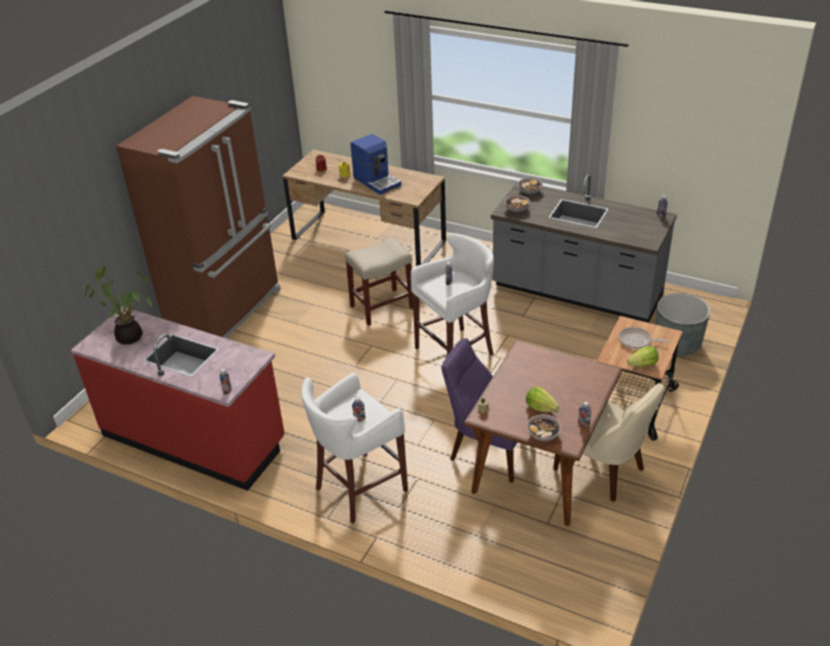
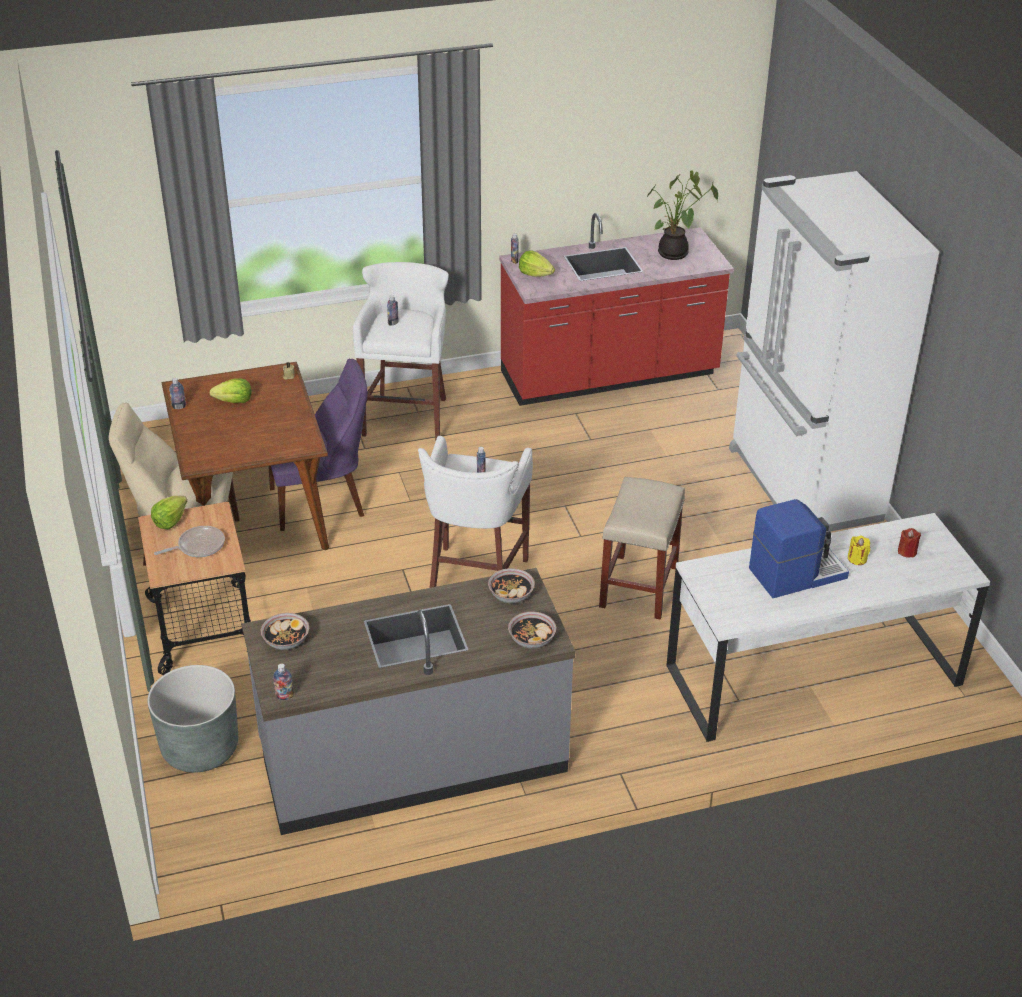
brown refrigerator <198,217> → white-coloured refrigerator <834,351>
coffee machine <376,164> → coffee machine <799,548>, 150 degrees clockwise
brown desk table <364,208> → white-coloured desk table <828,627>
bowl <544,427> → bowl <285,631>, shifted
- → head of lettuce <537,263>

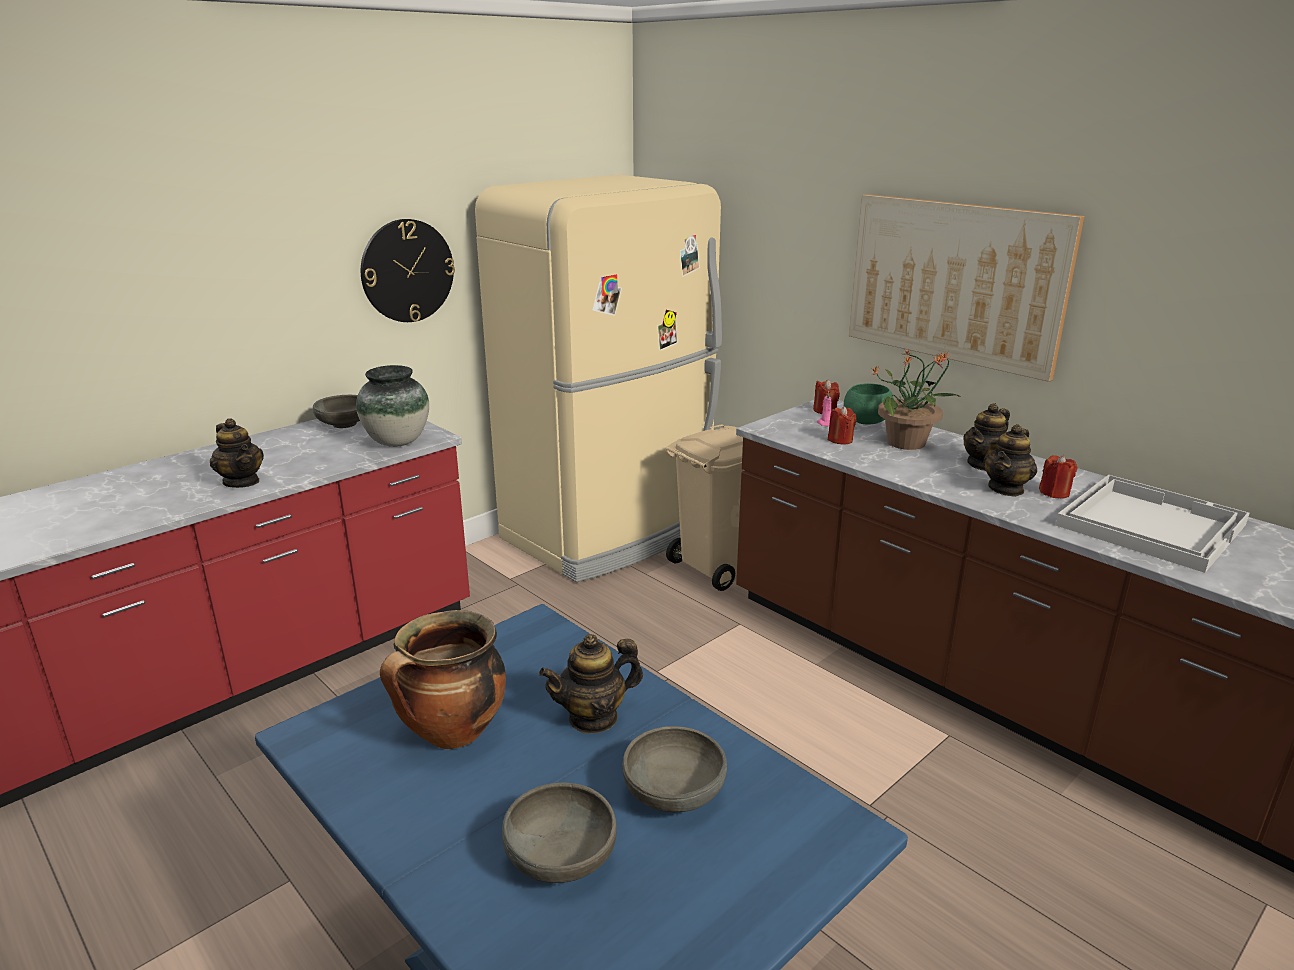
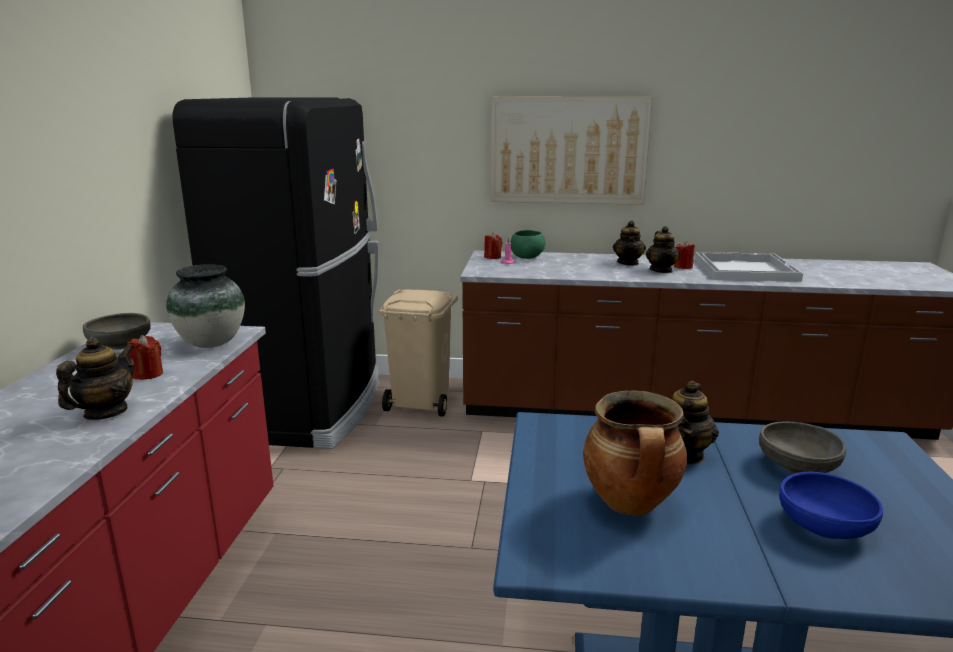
beige-coloured refrigerator <598,378> → black-coloured refrigerator <276,273>
hanging clock <408,270> → -
plant in a pot <916,400> → -
red candle <842,425> → red candle <145,357>, shifted
pot for tea <237,453> → pot for tea <95,378>, 75 degrees counterclockwise
greyish bowl <559,832> → bluish bowl <831,505>

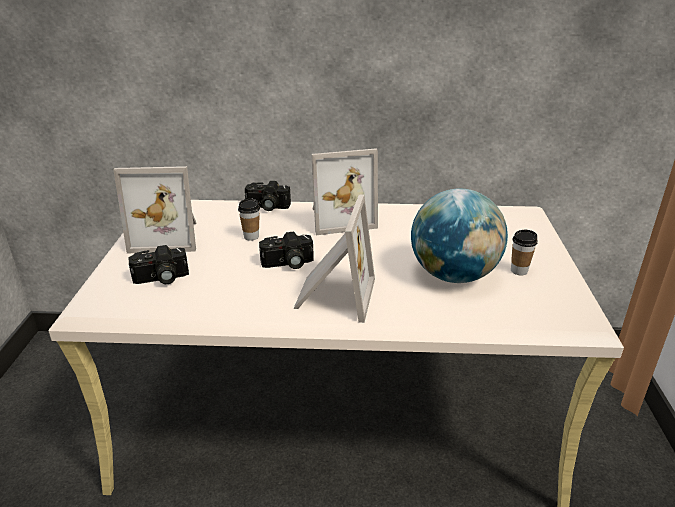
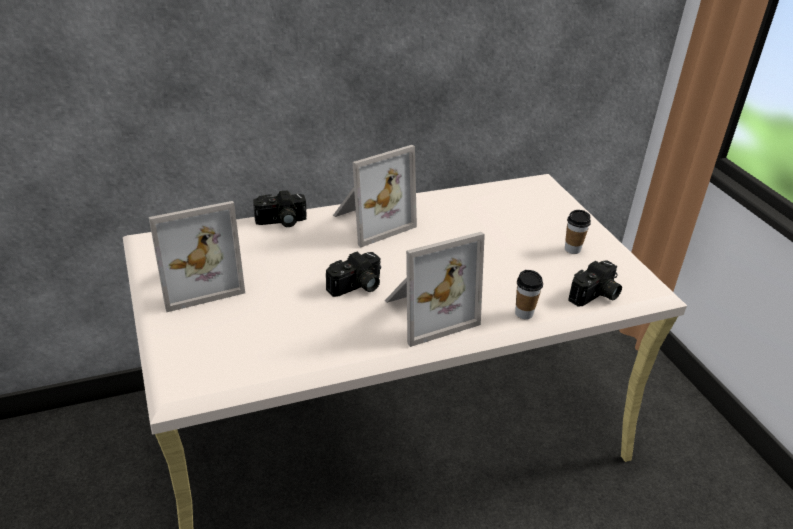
globe <459,236> → -
picture frame <334,258> → picture frame <435,289>, 75 degrees clockwise
drinking cup <249,219> → drinking cup <529,294>, shifted
photo camera <159,264> → photo camera <595,283>, shifted

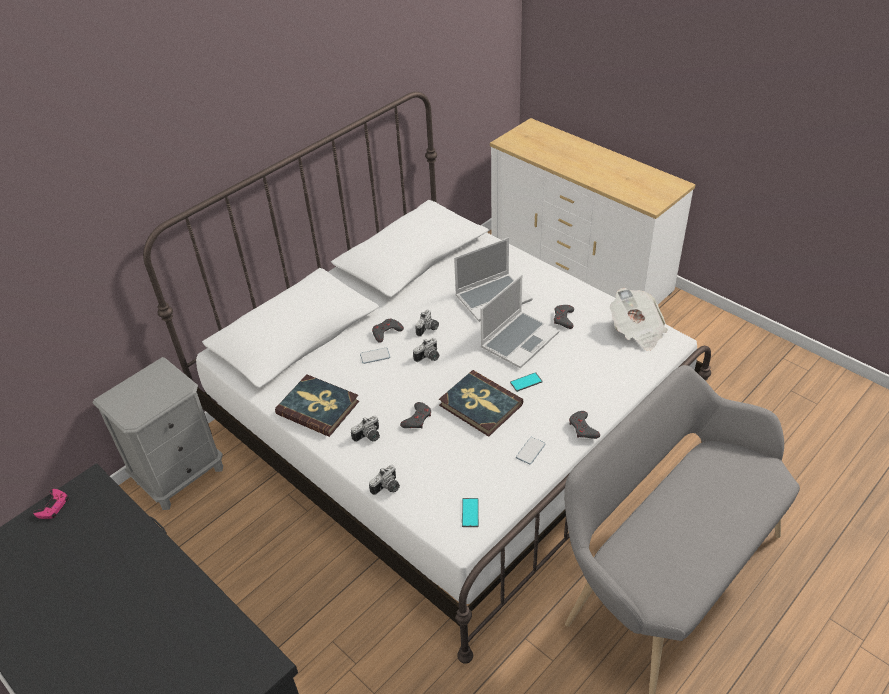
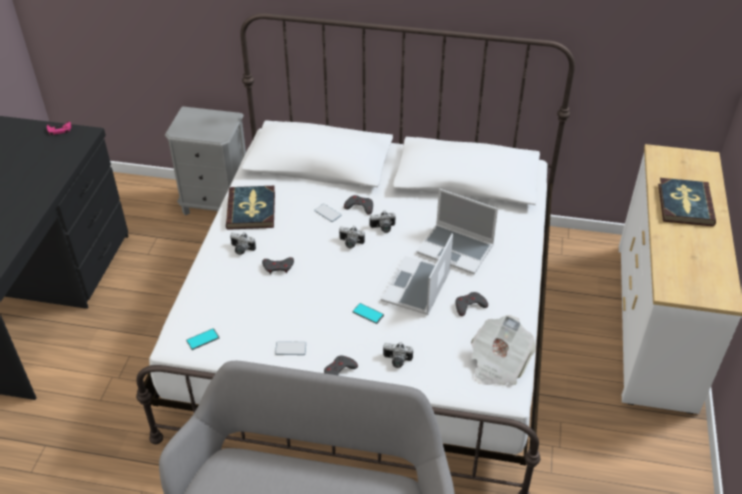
laptop <519,321> → laptop <417,274>, 105 degrees clockwise
volume <481,403> → volume <687,202>, shifted
photo camera <384,480> → photo camera <398,355>, shifted

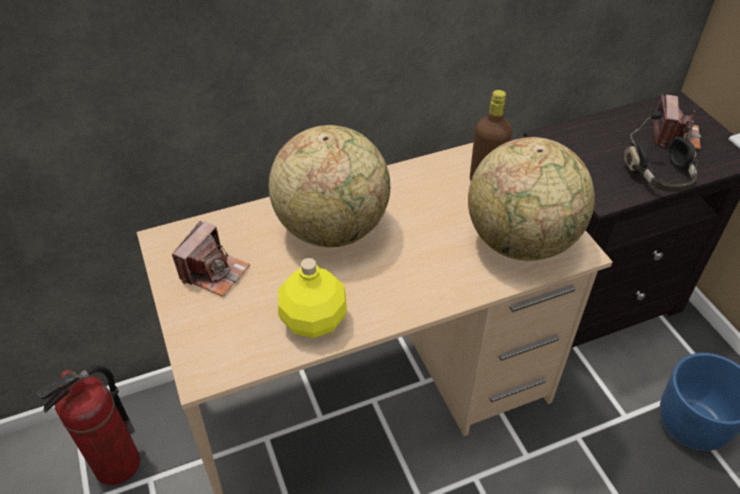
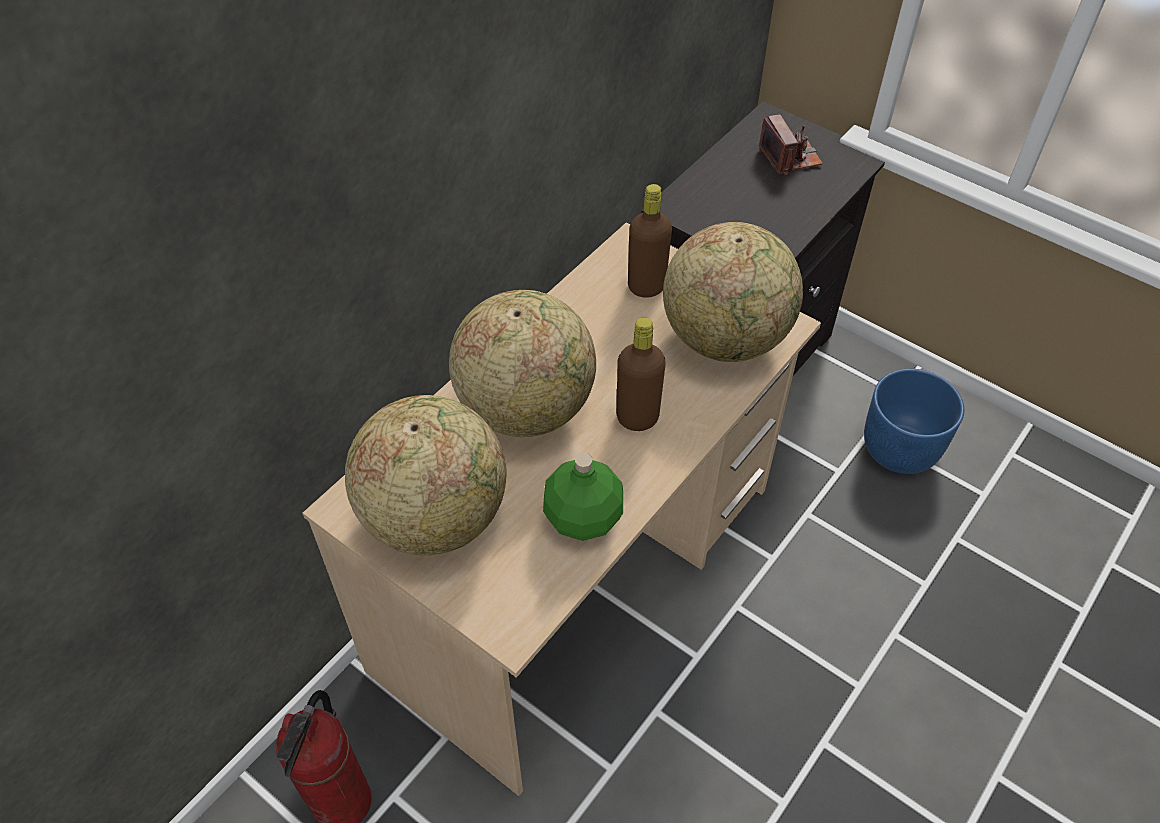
black-coloured headset <661,151> → -
photo camera <211,258> → globe <425,475>
yellow bottle <312,298> → green bottle <583,496>
- → brown bottle <641,374>

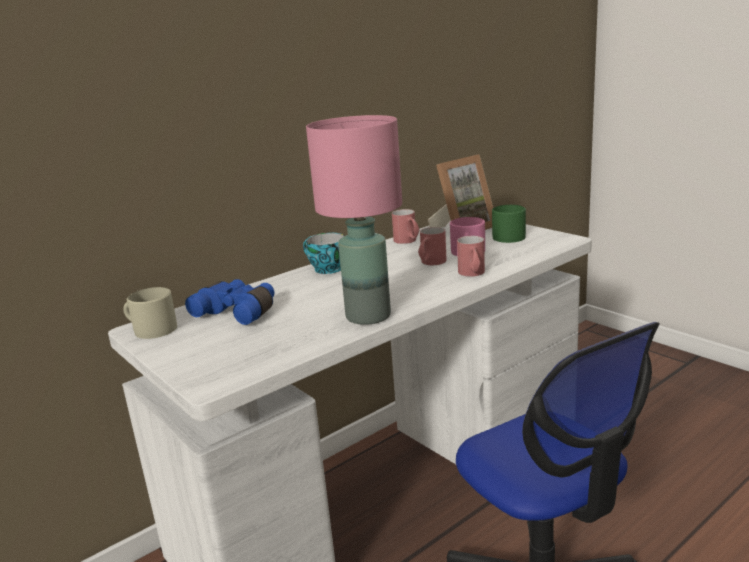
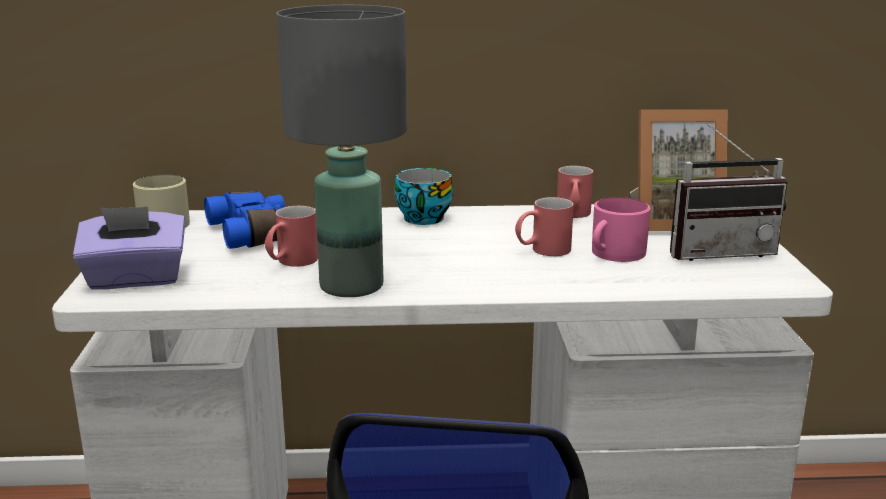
pink-coloured lamp for a table <354,220> → greyish lamp for a table <341,151>
green coffee mug <509,224> → radio receiver <728,193>
red coffee mug <471,256> → red coffee mug <291,236>, shifted
- → purplish tissue box <129,248>

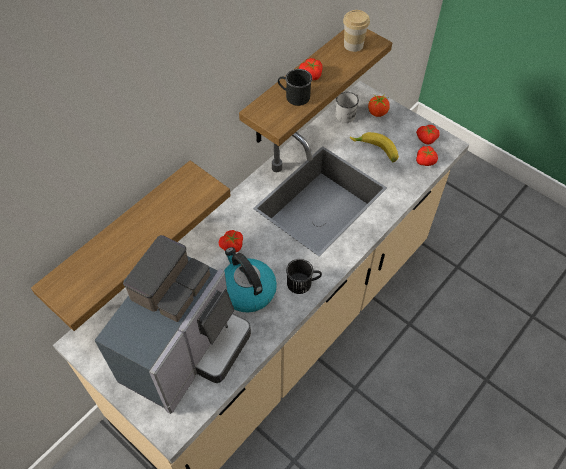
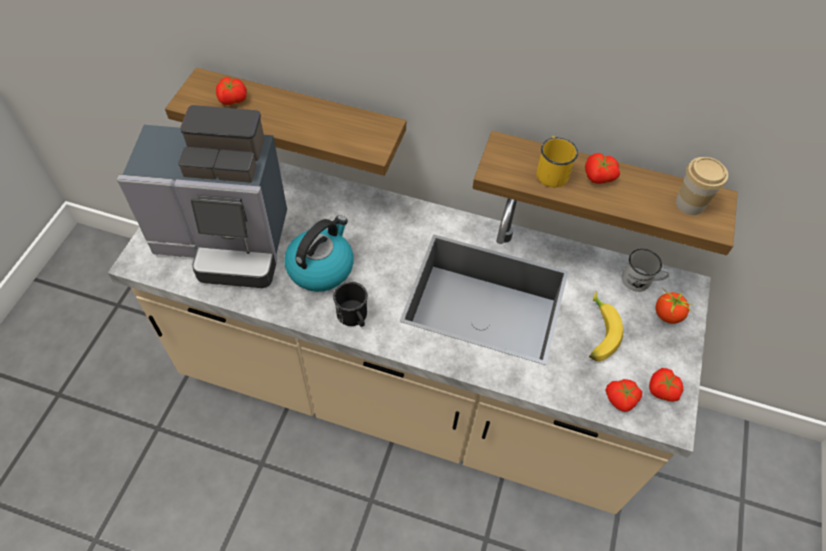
black-coloured coffee mug <295,87> → yellow coffee mug <557,162>
tomato <231,241> → tomato <231,91>, shifted

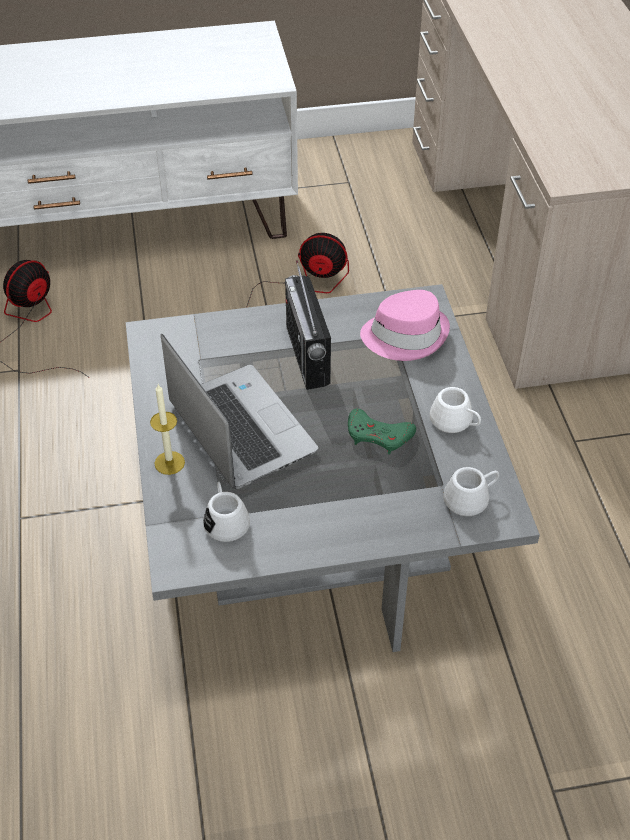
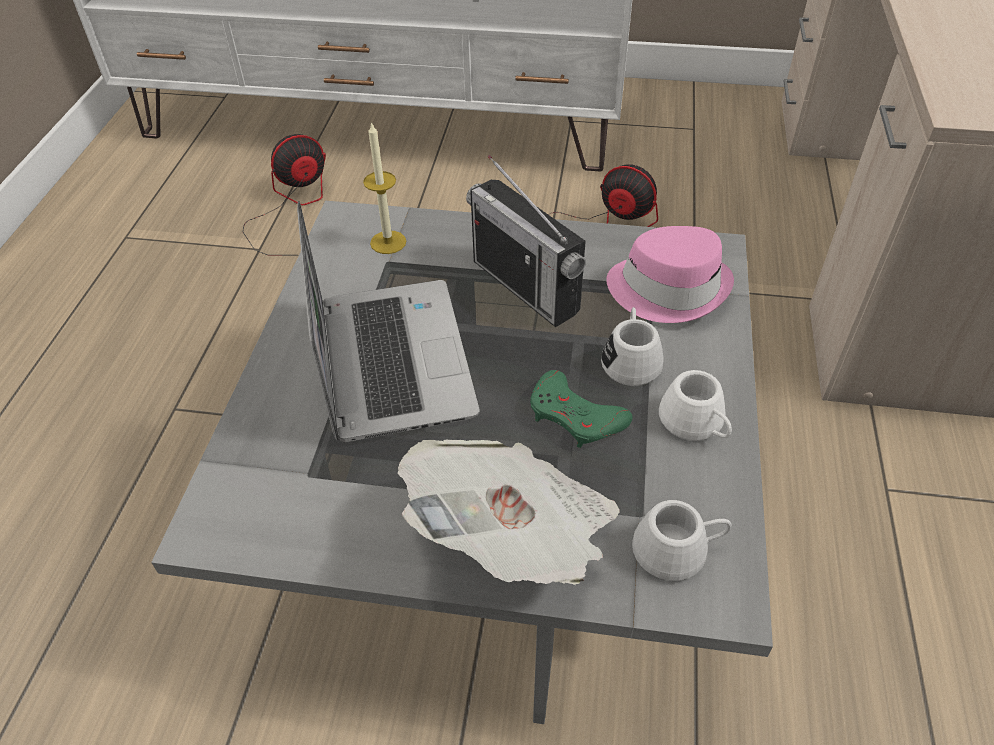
radio receiver <308,325> → radio receiver <526,241>, 45 degrees counterclockwise
candle <167,429> → candle <384,188>, shifted
white-coloured coffee mug <226,511> → white-coloured coffee mug <632,346>, shifted
- → newspaper <508,512>

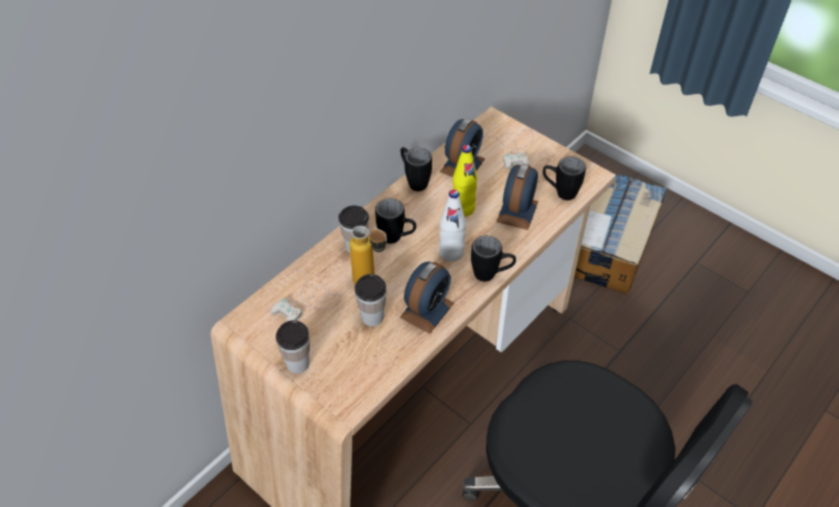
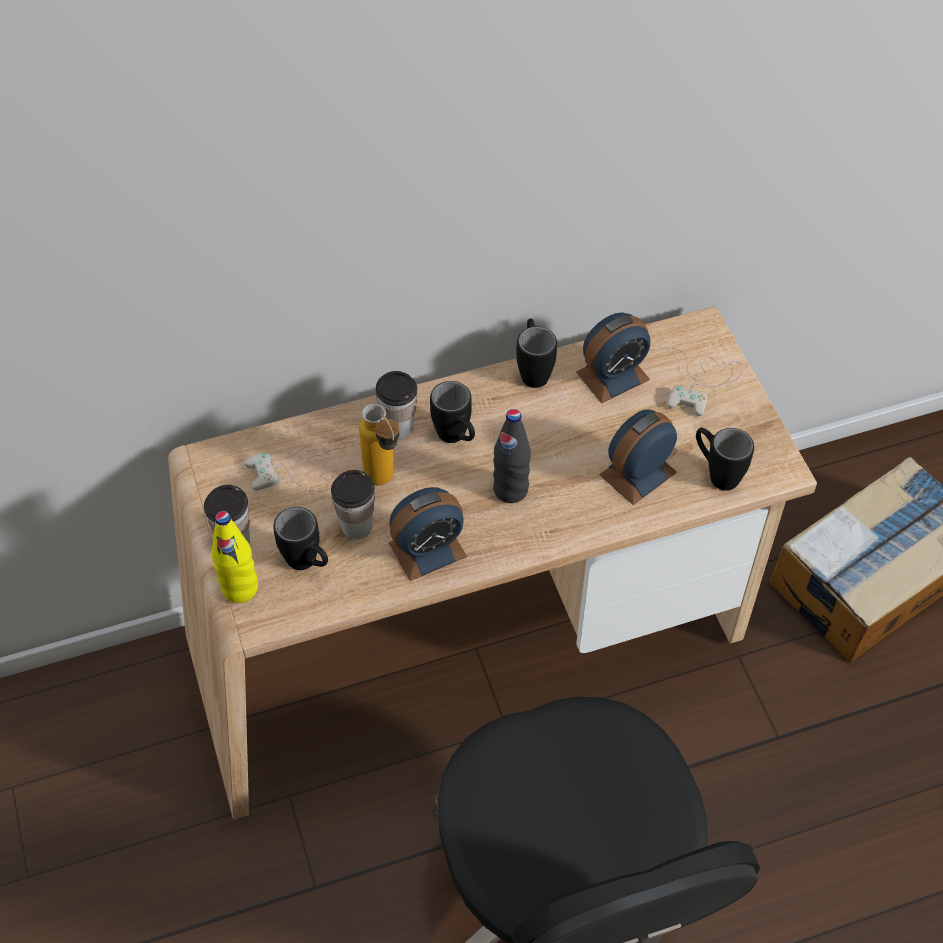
yellow bottle <465,181> → yellow bottle <235,557>, shifted
white-coloured bottle <452,225> → black-coloured bottle <512,456>
black-coloured coffee mug <493,259> → black-coloured coffee mug <300,538>, shifted

